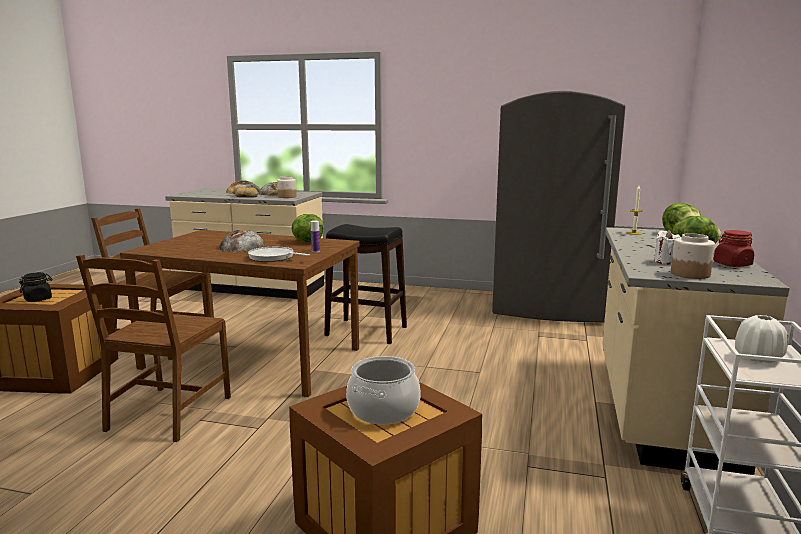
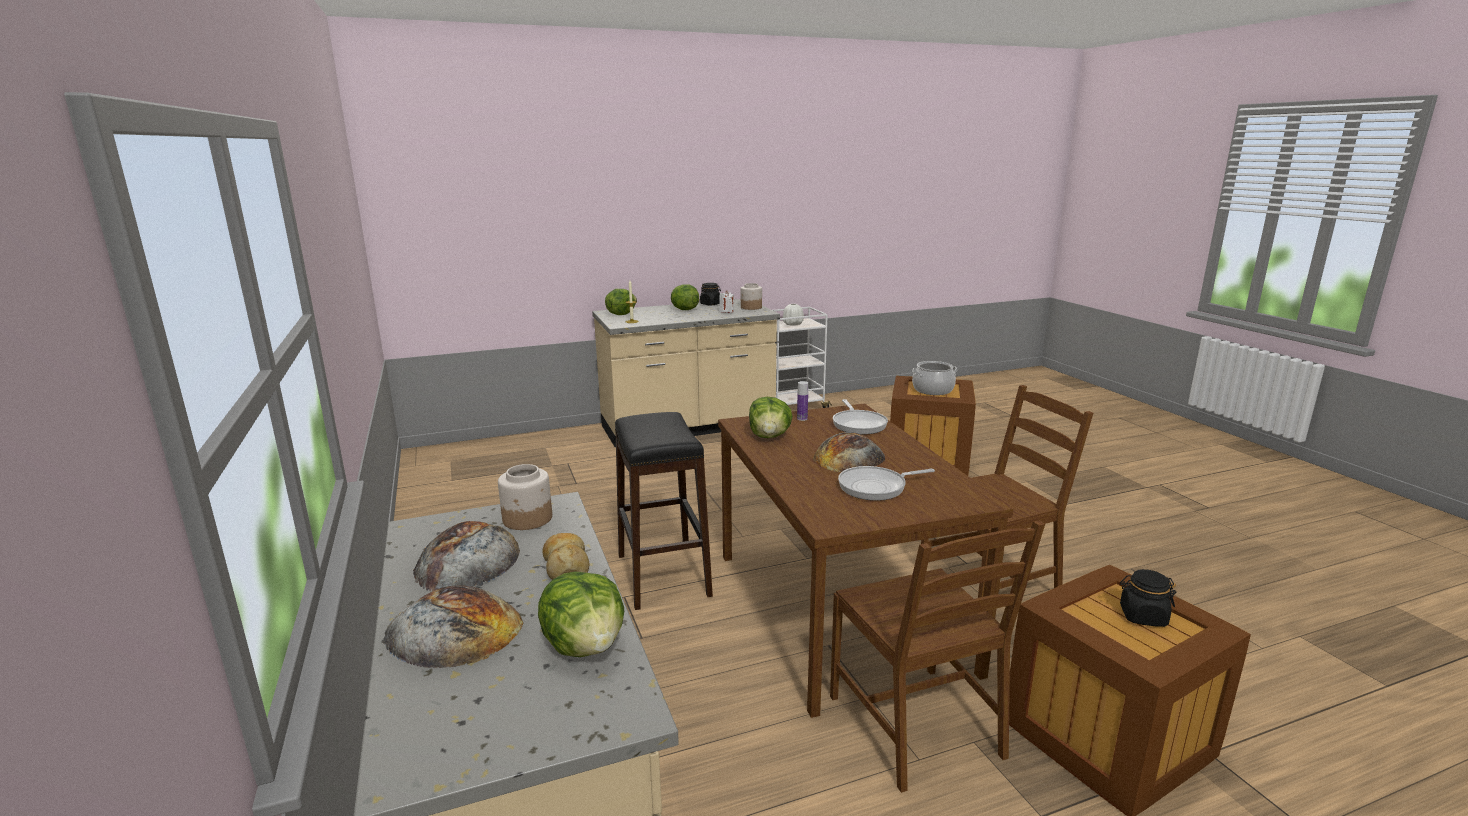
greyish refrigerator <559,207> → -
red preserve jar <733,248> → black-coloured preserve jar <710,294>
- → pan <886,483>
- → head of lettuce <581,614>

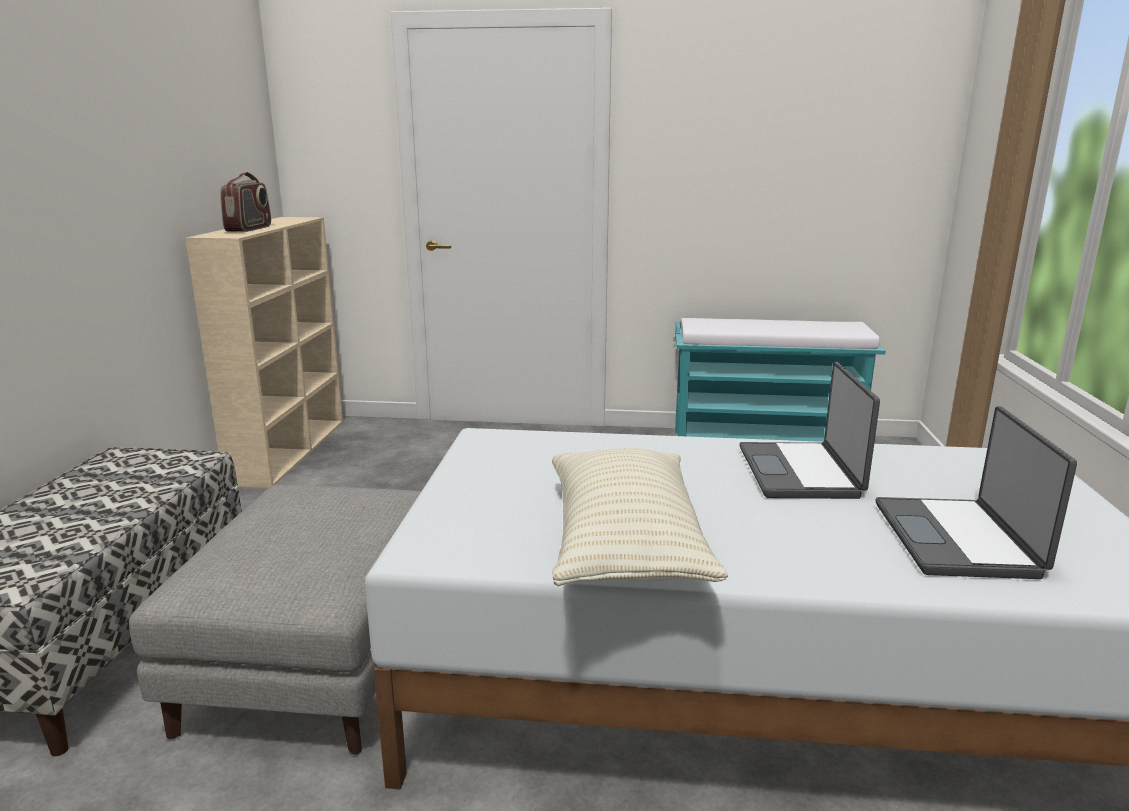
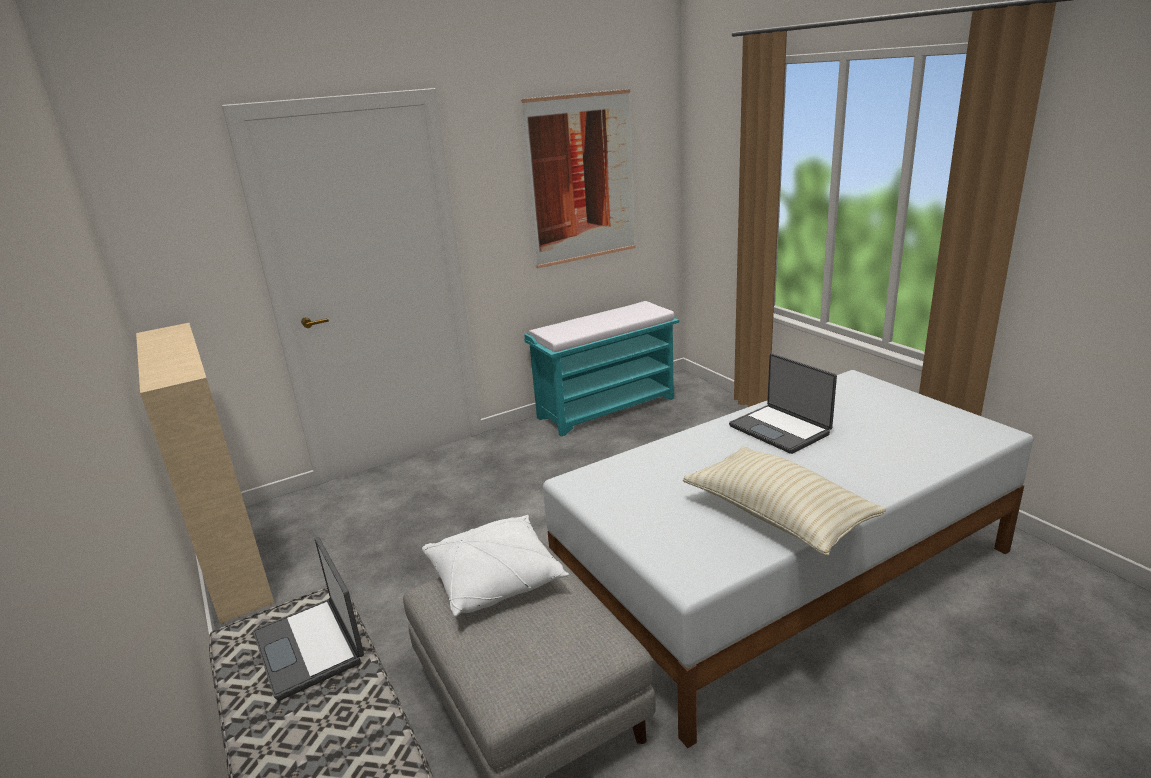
radio receiver <245,202> → -
laptop <976,492> → laptop <308,619>, shifted
- → wall picture <578,178>
- → white-coloured pillow <495,566>

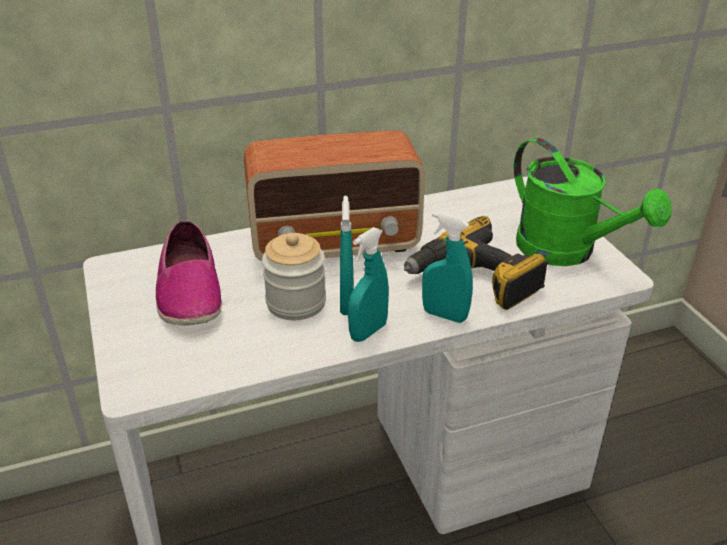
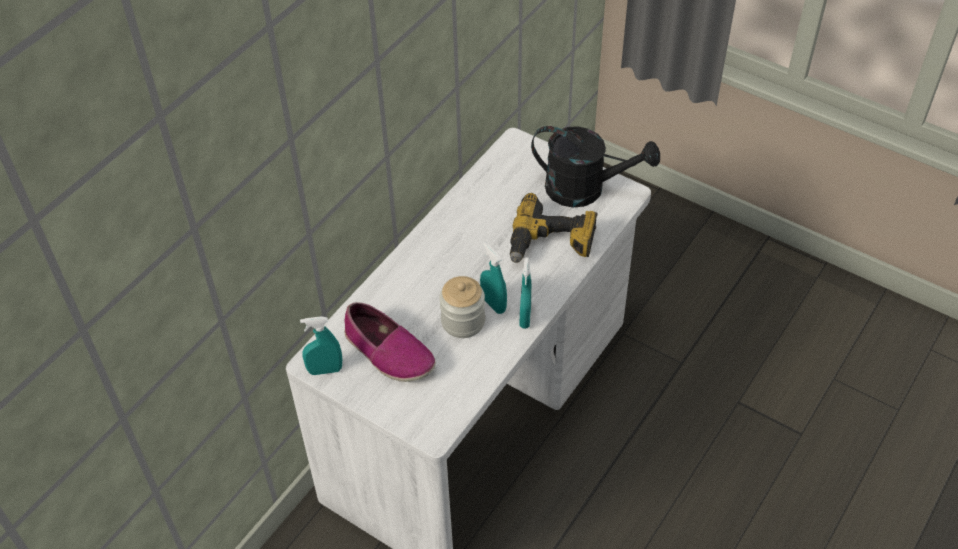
radio receiver <334,196> → -
green watering pot <592,202> → black-coloured watering pot <595,166>
turquoise-coloured hand sprayer <447,267> → turquoise-coloured hand sprayer <321,345>, shifted

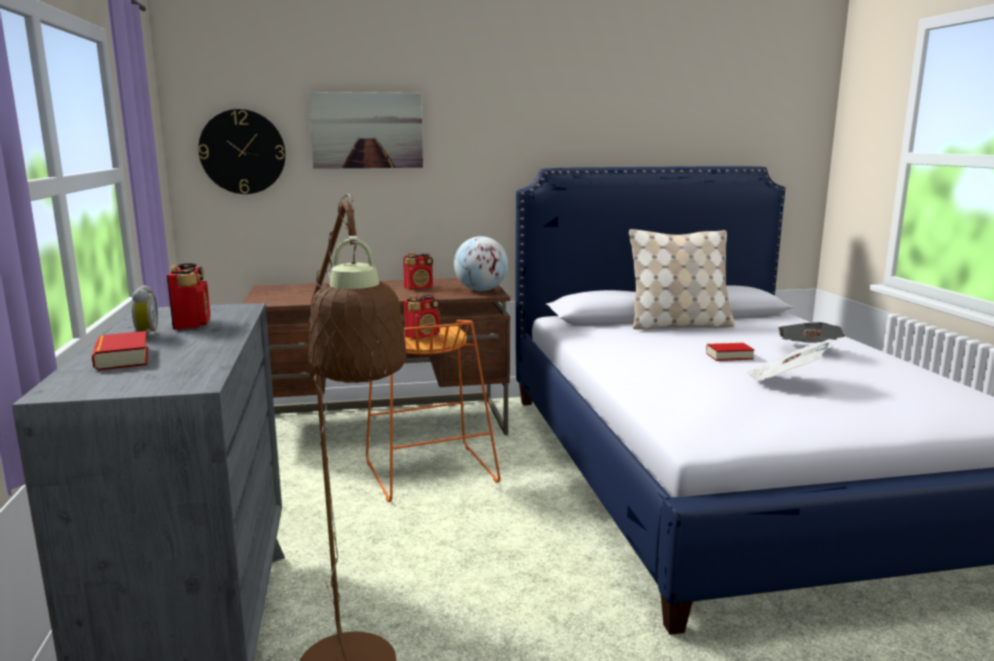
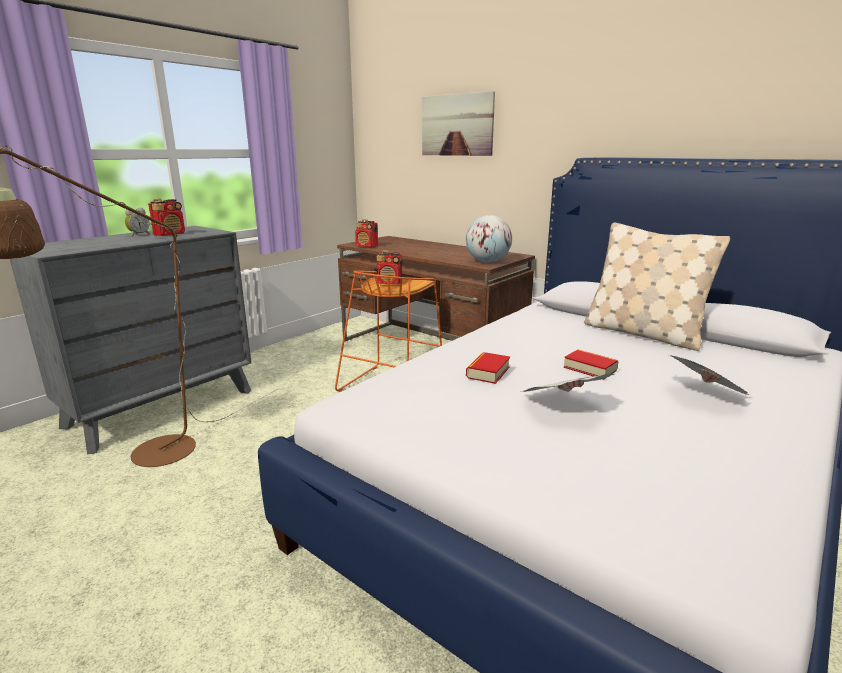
hanging clock <242,151> → -
radio receiver <418,271> → radio receiver <366,233>, shifted
volume <120,350> → volume <488,368>, shifted

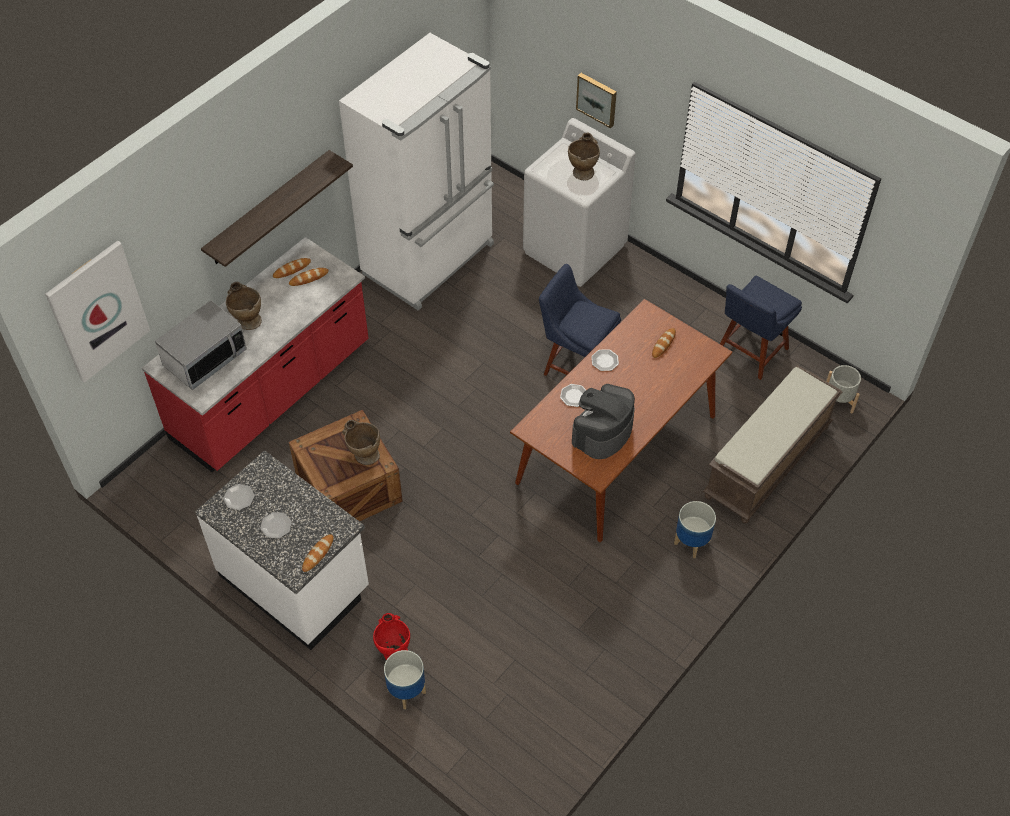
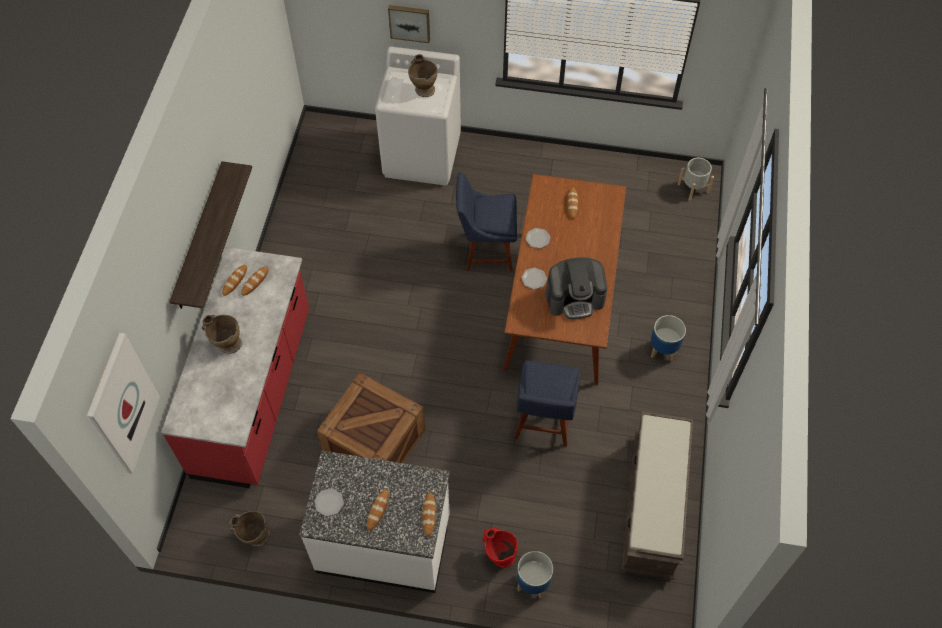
white-coloured refrigerator <416,172> → -
bluish plain chair <761,328> → bluish plain chair <547,404>, shifted
kitchen microwave <201,345> → -
brown bench <772,444> → brown bench <657,496>, shifted
coffee machine <603,421> → coffee machine <576,288>, 105 degrees counterclockwise
beige-coloured flower vase <361,442> → beige-coloured flower vase <249,529>, shifted
flat dish <276,525> → baked bread <378,510>

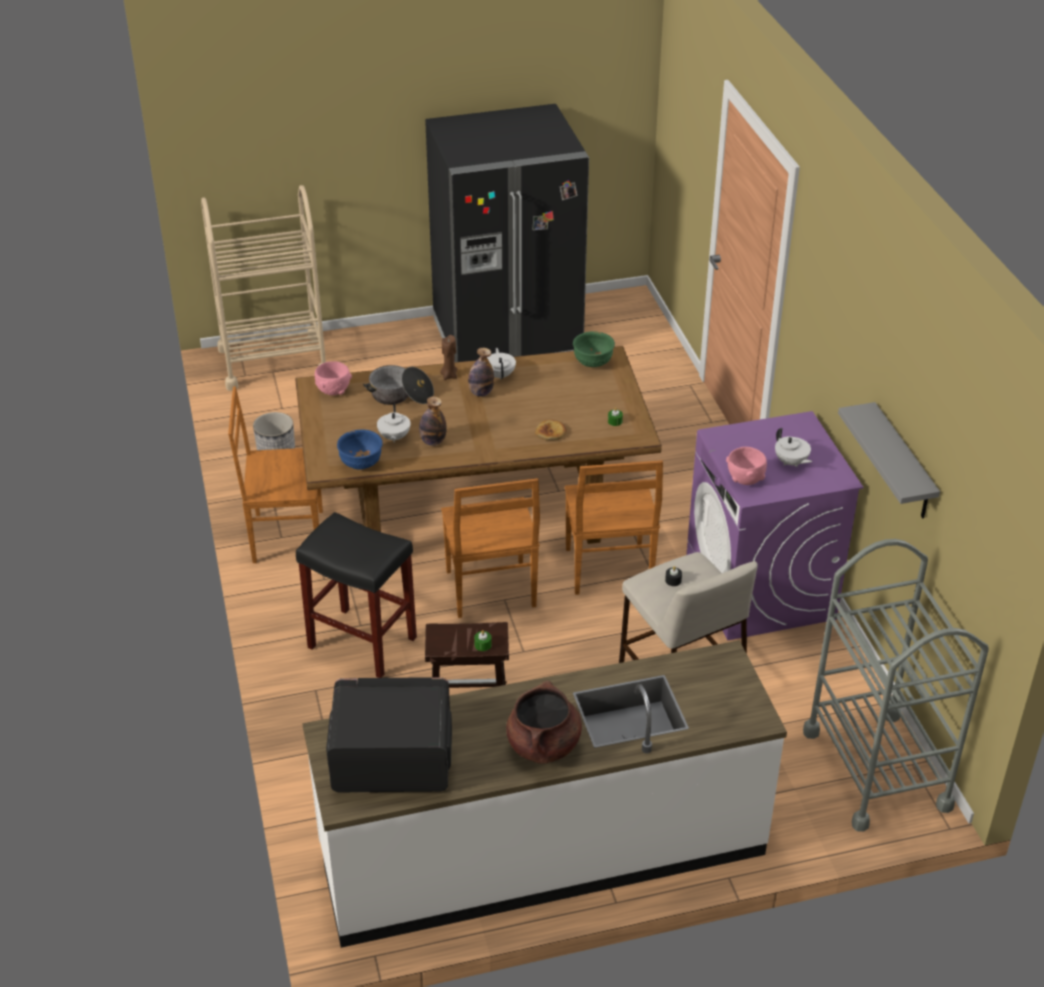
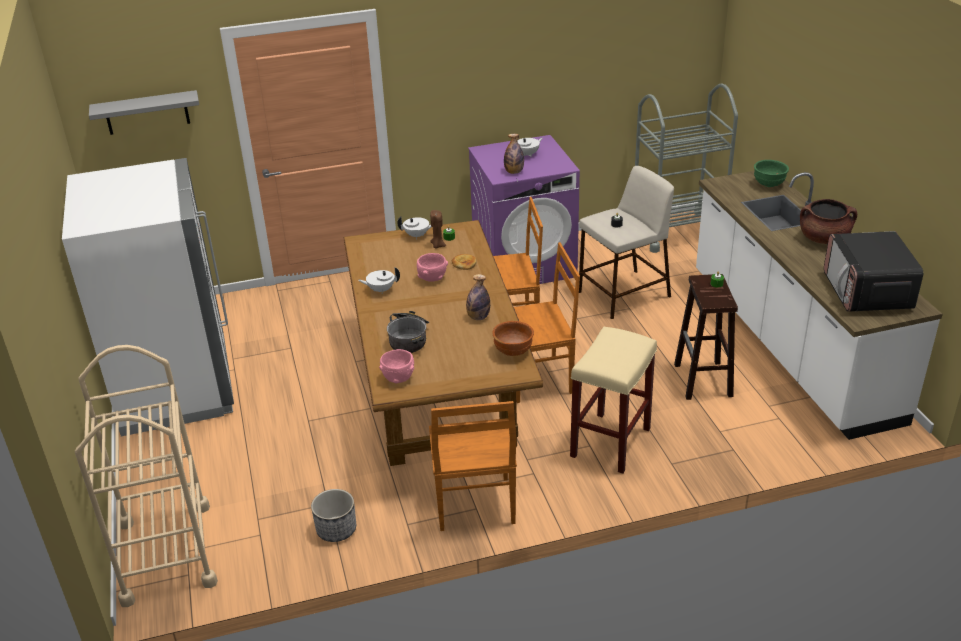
black-coloured refrigerator <507,233> → white-coloured refrigerator <148,297>
green bowl <594,349> → green bowl <771,173>, shifted
brown candle <448,357> → brown candle <438,229>, shifted
bottle <481,372> → bottle <514,154>, shifted
greyish wall shelf <889,460> → greyish wall shelf <144,112>, shifted
white-coloured pot for tea <394,423> → white-coloured pot for tea <414,227>, shifted
bluish bowl <360,449> → brown bowl <513,338>
pink-coloured bowl <746,466> → pink-coloured bowl <432,267>, shifted
black-coloured sitting stool <356,595> → beige-coloured sitting stool <613,400>

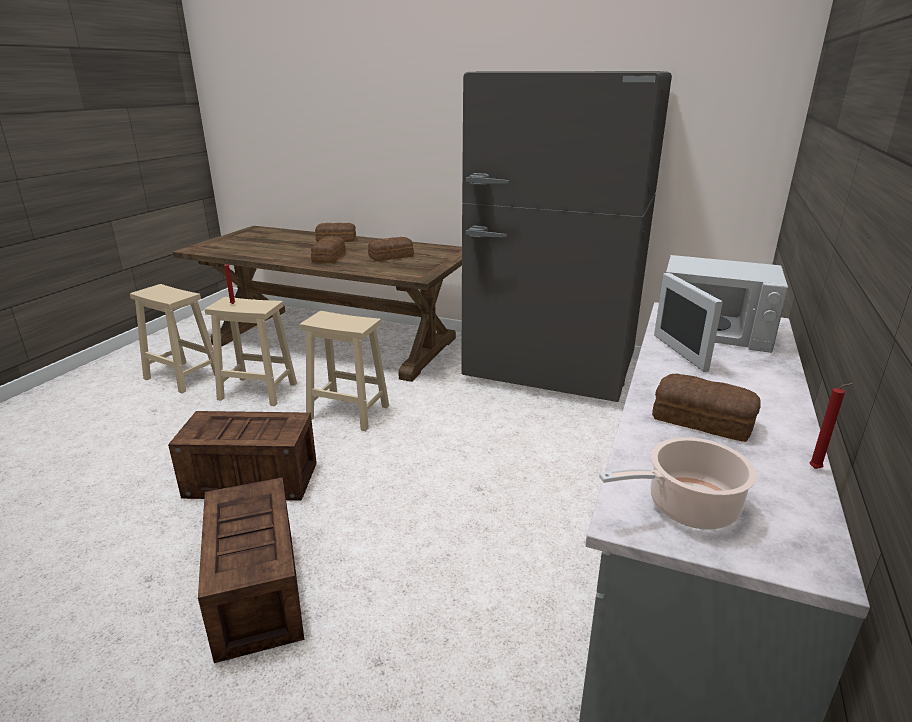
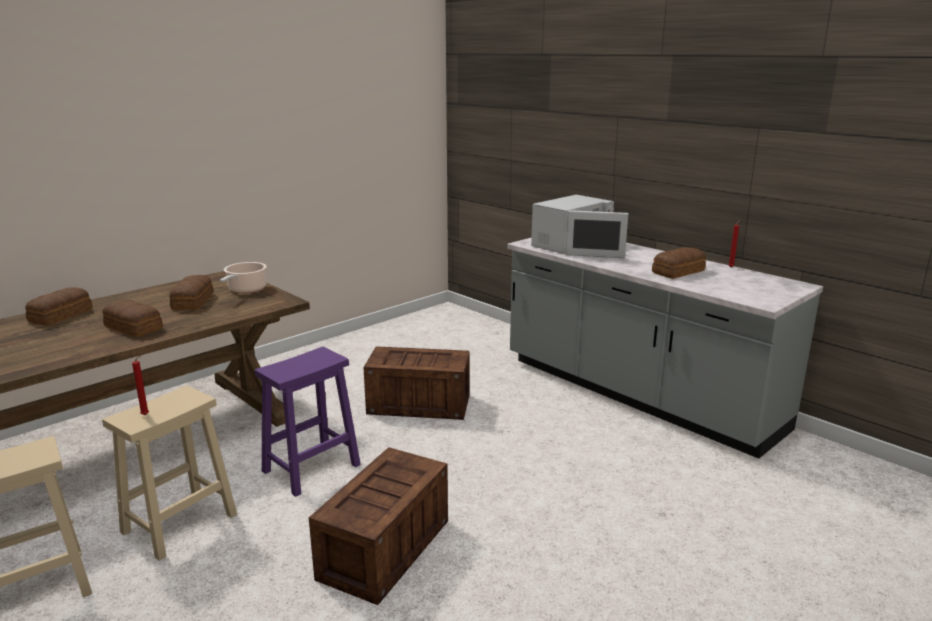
greyish refrigerator <566,236> → -
beige-coloured sitting stool <344,371> → purplish sitting stool <308,422>
saucepot <678,483> → saucepot <243,277>, shifted
shipping crate <251,570> → shipping crate <416,383>, shifted

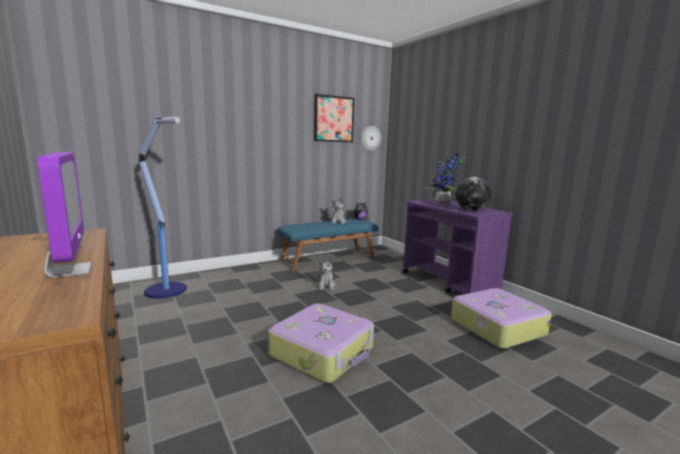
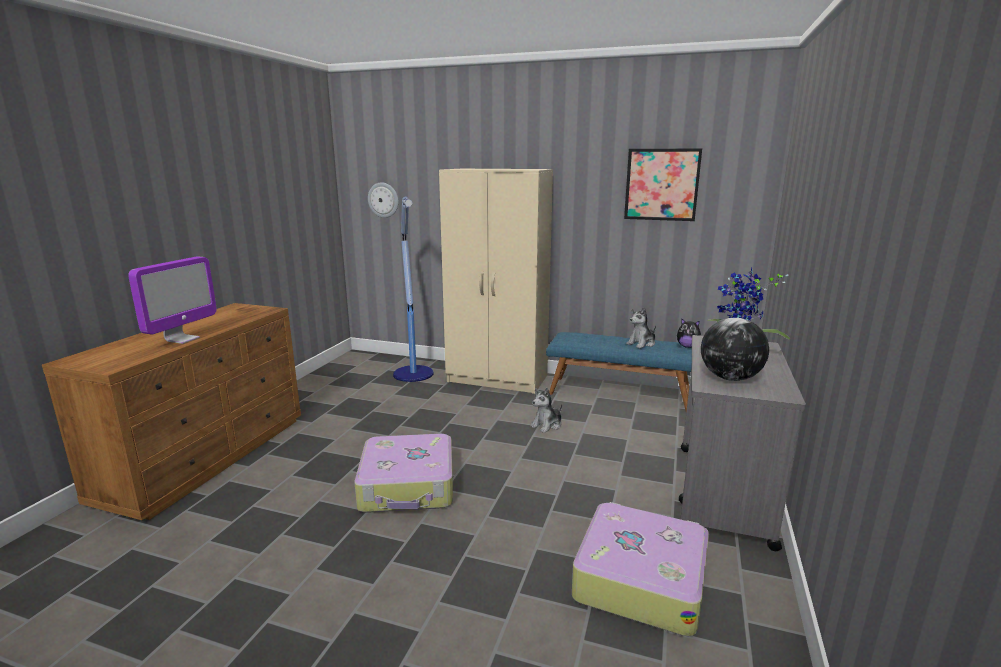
hanging clock <371,138> → hanging clock <383,200>, shifted
purplish trolley <457,246> → greyish trolley <742,443>
- → beige-coloured armoire <496,281>

